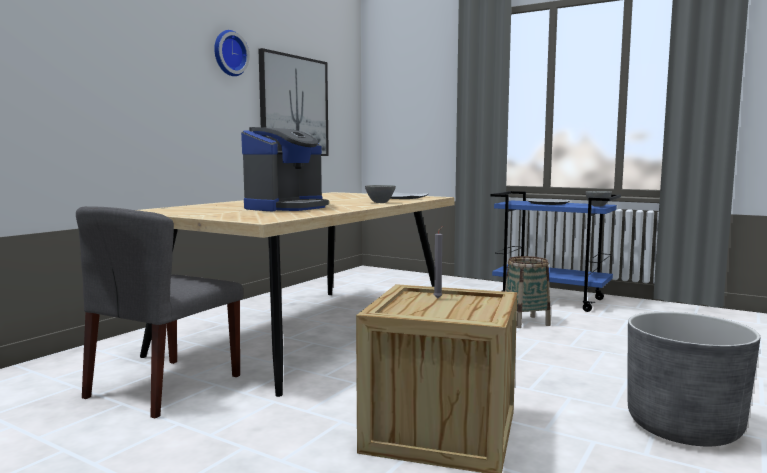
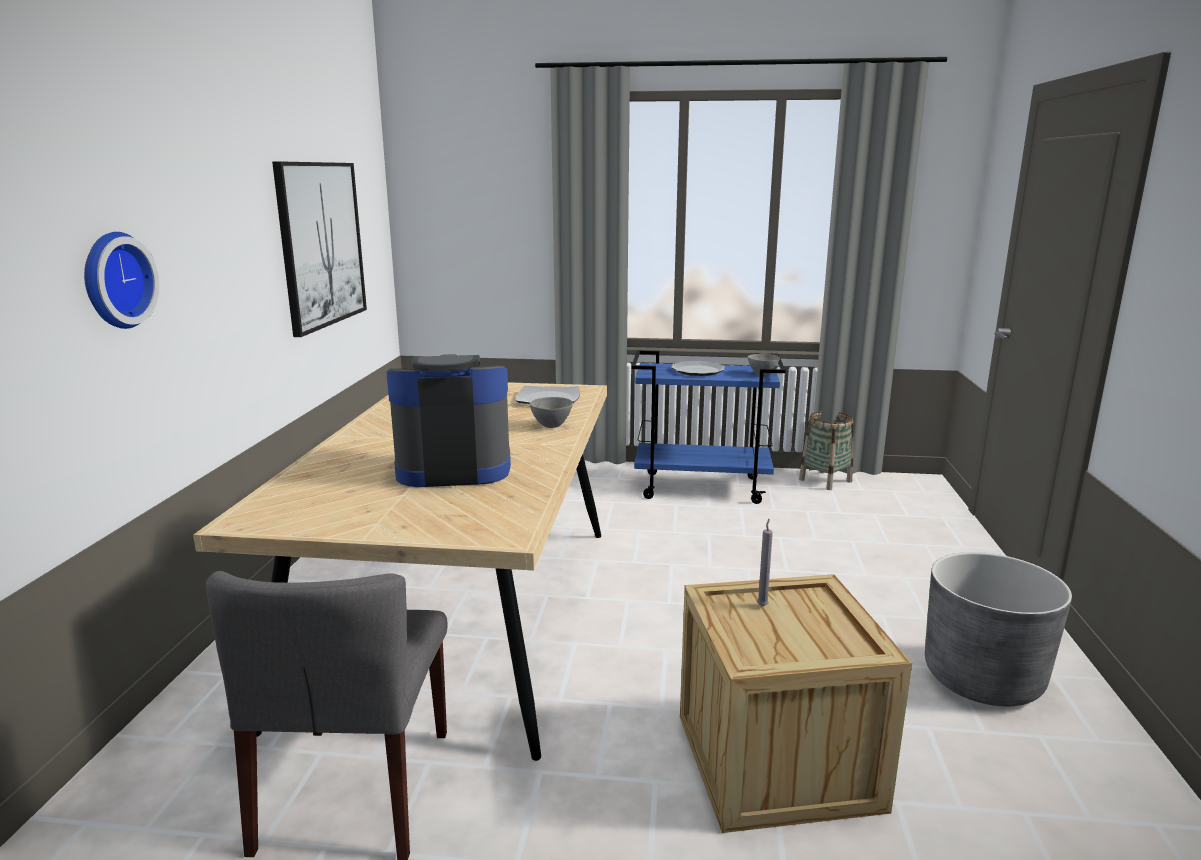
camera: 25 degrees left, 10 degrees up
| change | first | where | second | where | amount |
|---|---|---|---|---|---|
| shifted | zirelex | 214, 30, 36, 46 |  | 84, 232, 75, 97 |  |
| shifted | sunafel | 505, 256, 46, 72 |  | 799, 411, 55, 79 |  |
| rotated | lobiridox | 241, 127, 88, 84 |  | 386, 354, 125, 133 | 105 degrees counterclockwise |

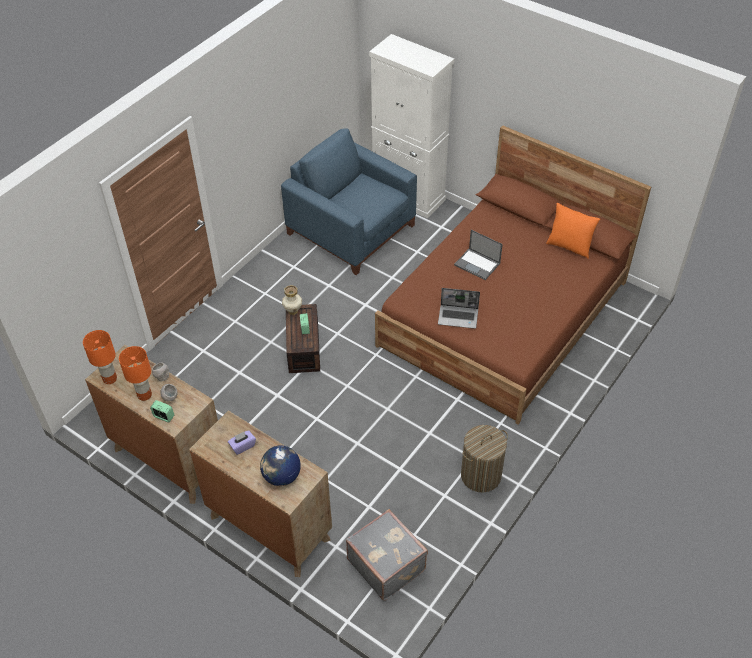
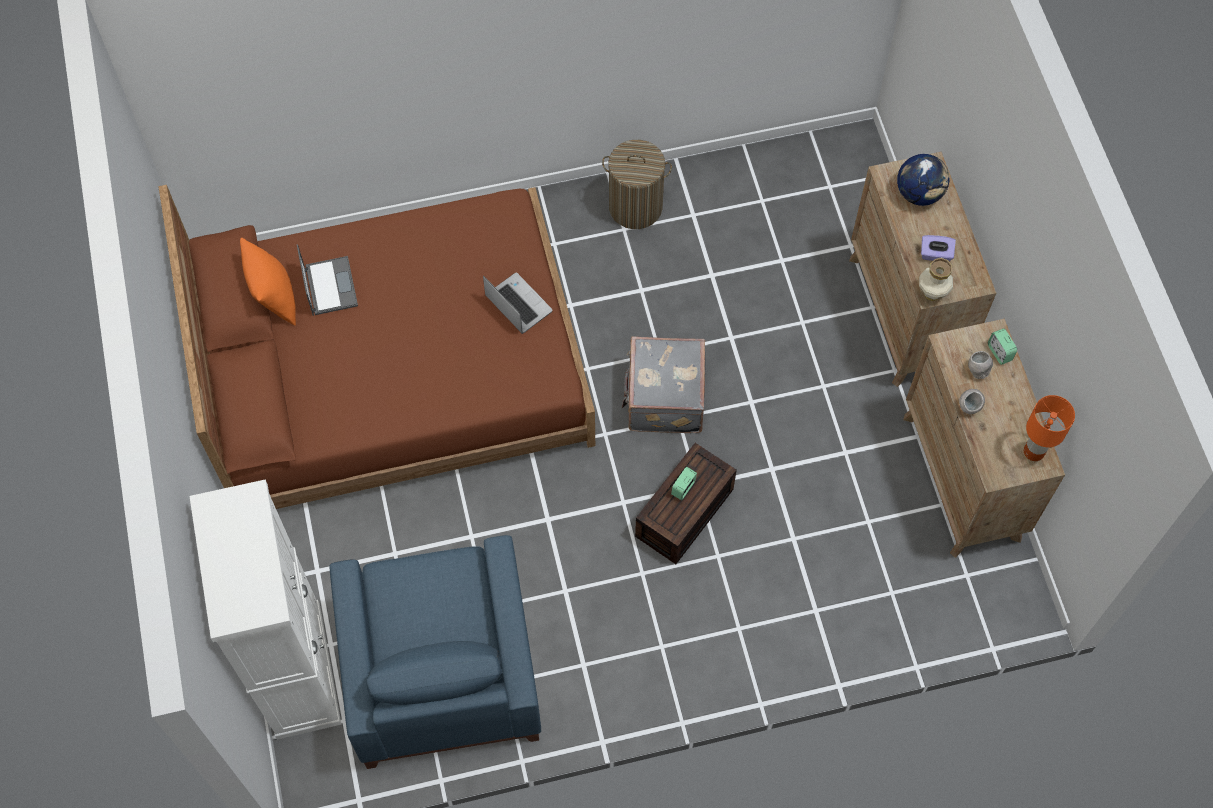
camera: 140 degrees left, 15 degrees up
| change | first | where | second | where | amount |
|---|---|---|---|---|---|
| gone | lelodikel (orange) | 119, 346, 33, 55 |  |  |  |
| shifted | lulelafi | 282, 285, 20, 30 |  | 919, 258, 34, 43 |  |
| shifted | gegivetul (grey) | 346, 509, 82, 92 |  | 622, 336, 83, 97 |  |
| shifted | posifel | 454, 230, 49, 50 |  | 297, 244, 61, 72 |  |

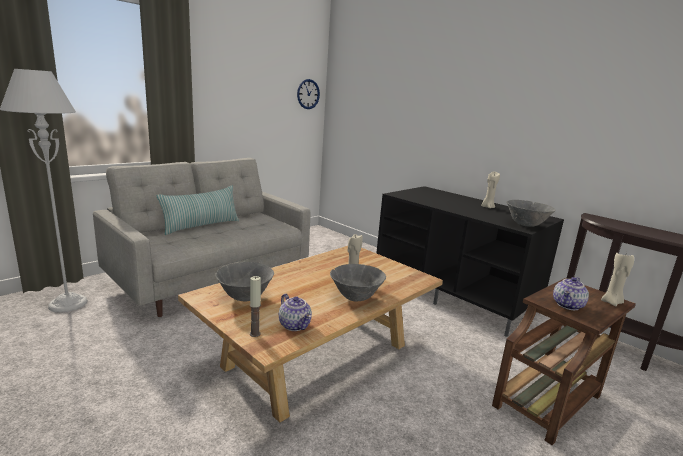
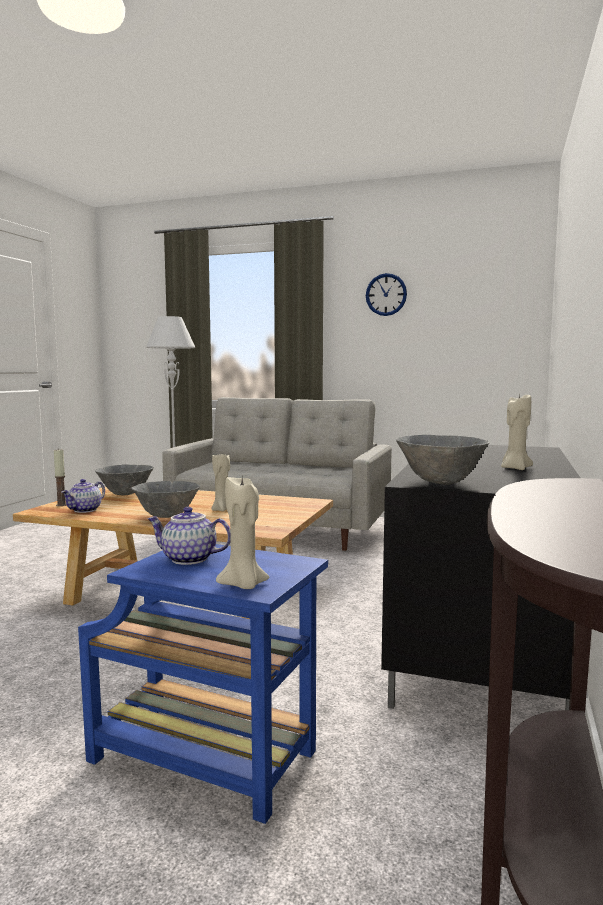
camera: 65 degrees right, 10 degrees down
| change | first | where | second | where | amount |
|---|---|---|---|---|---|
| gone | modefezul | 157, 186, 82, 49 |  |  |  |
| shifted | zirelex | 297, 79, 23, 30 |  | 366, 273, 41, 43 |  |
| repainted | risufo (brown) | 492, 278, 144, 167 | risufo (blue) | 78, 544, 250, 280 |  |

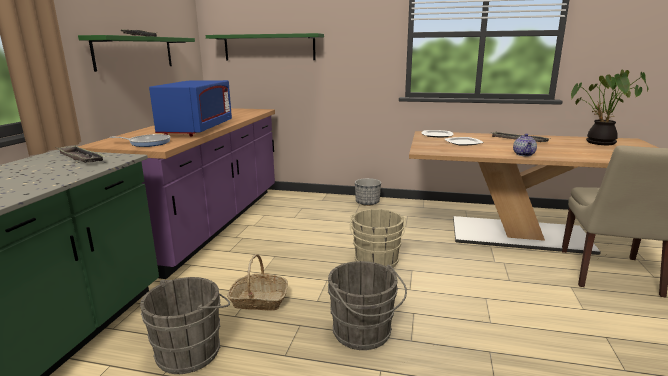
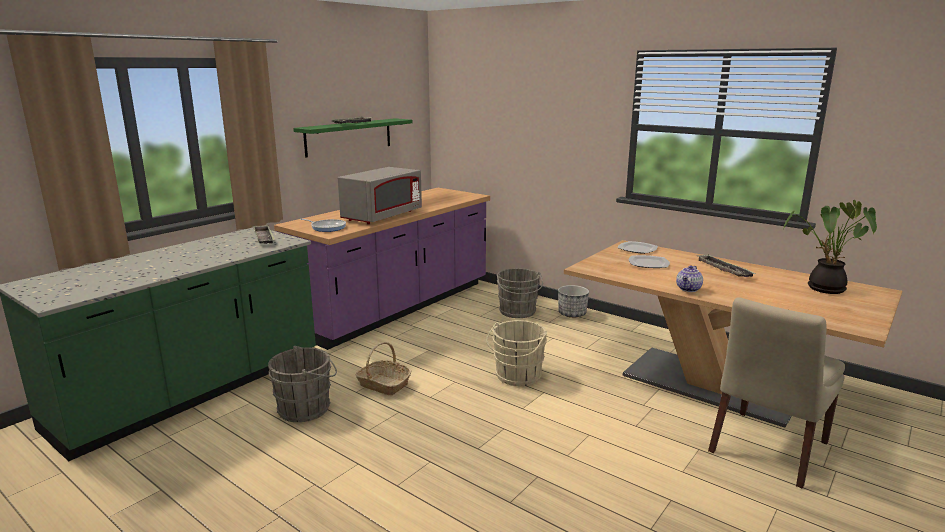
camera: 25 degrees right, 0 degrees up
| change | first | where | second | where | amount |
|---|---|---|---|---|---|
| gone | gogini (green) | 206, 33, 118, 27 |  |  |  |
| shifted | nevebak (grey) | 328, 261, 79, 89 |  | 497, 268, 46, 50 |  |
| repainted | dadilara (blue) | 149, 80, 83, 56 | dadilara (grey) | 338, 167, 84, 57 |  |

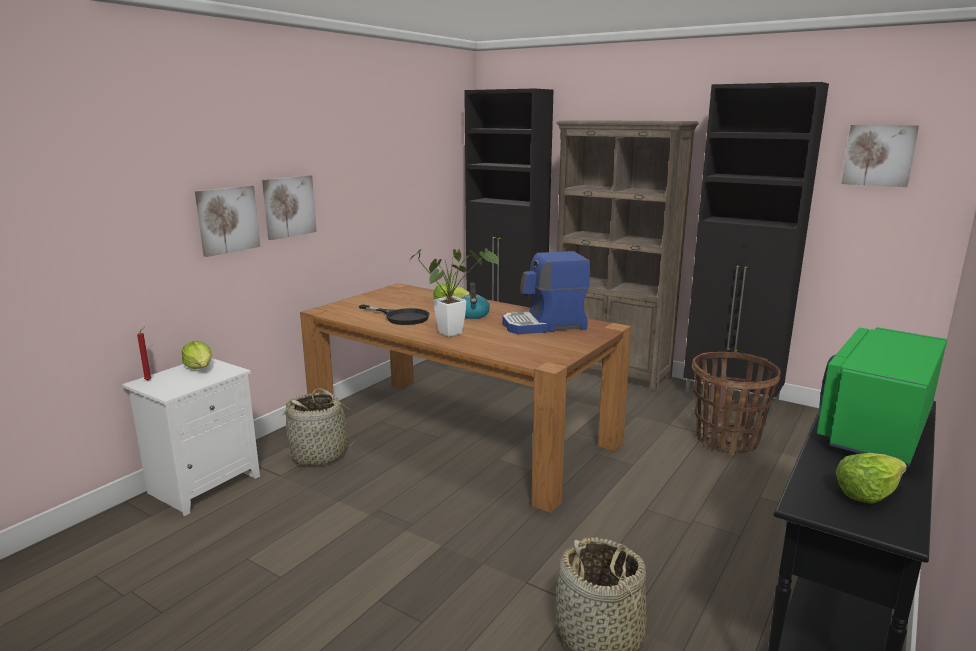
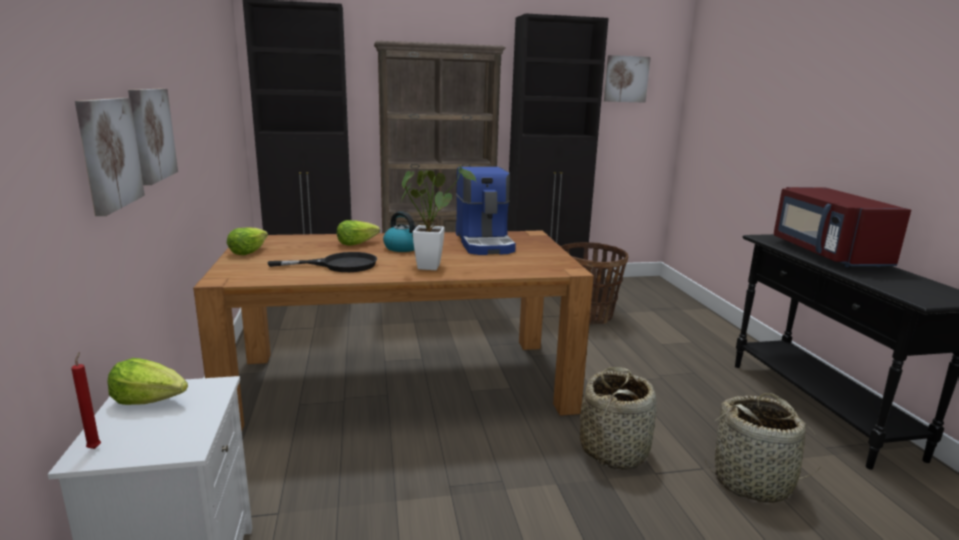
camera: 45 degrees left, 0 degrees up
| change | first | where | second | where | amount |
|---|---|---|---|---|---|
| shifted | sunafel | 281, 388, 79, 78 |  | 580, 367, 77, 103 |  |
| shifted | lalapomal | 836, 453, 71, 51 |  | 227, 227, 41, 28 |  |
| repainted | dadilara (green) | 817, 327, 130, 140 | dadilara (red) | 774, 187, 137, 80 |  |
| rotated | lobiridox | 502, 251, 88, 83 |  | 456, 167, 60, 88 | 45 degrees counterclockwise |

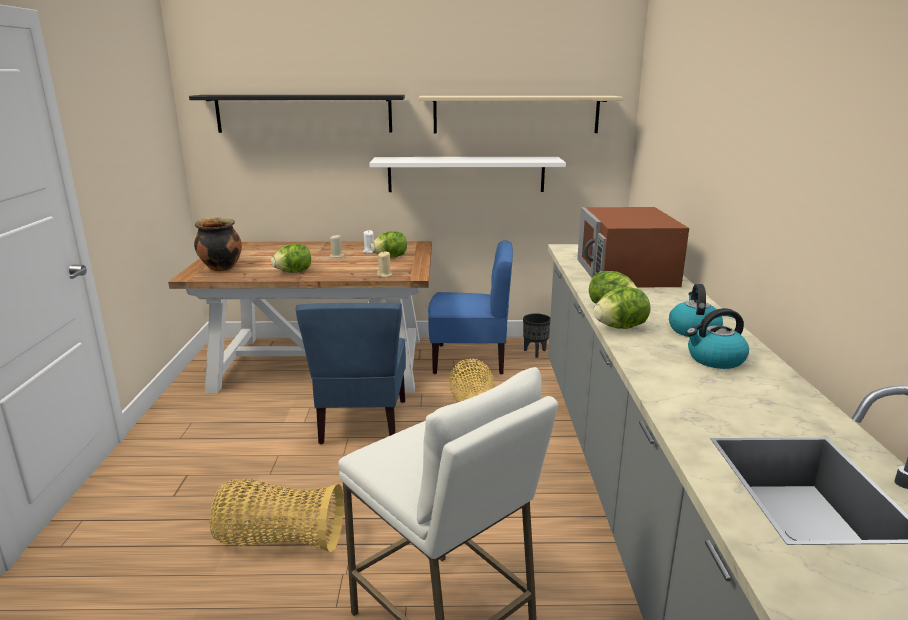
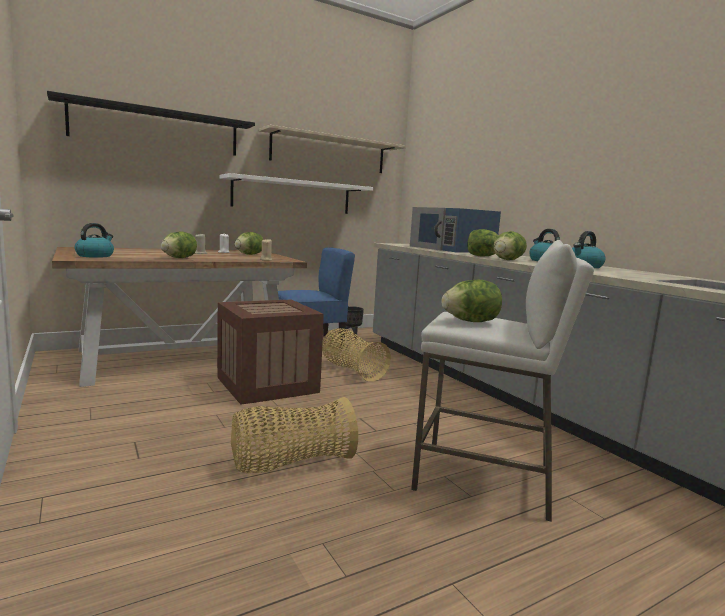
camera: 30 degrees left, 10 degrees down
| change | first | where | second | where | amount |
|---|---|---|---|---|---|
| new |  |  | lalapomal | 441, 280, 61, 42 |  |
| swapped | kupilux | 194, 217, 48, 54 | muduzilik | 75, 223, 39, 35 |  |
| swapped | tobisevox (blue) | 295, 303, 111, 141 | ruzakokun | 217, 300, 107, 105 |  |
| repainted | dadilara (brown) | 577, 207, 112, 81 | dadilara (blue) | 410, 207, 91, 46 |  |

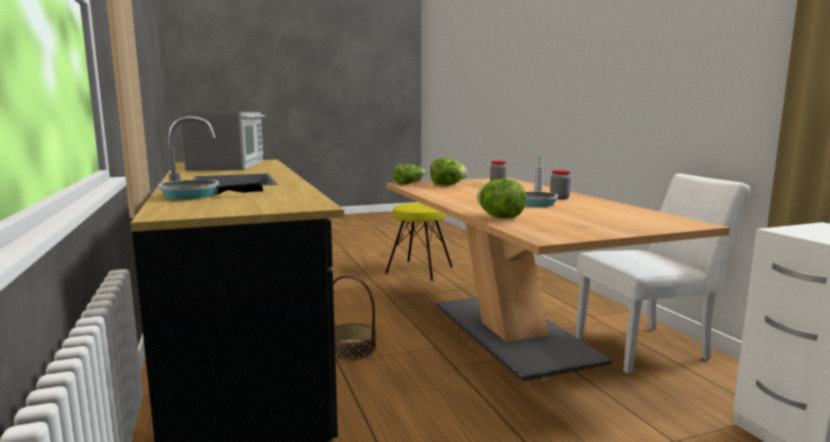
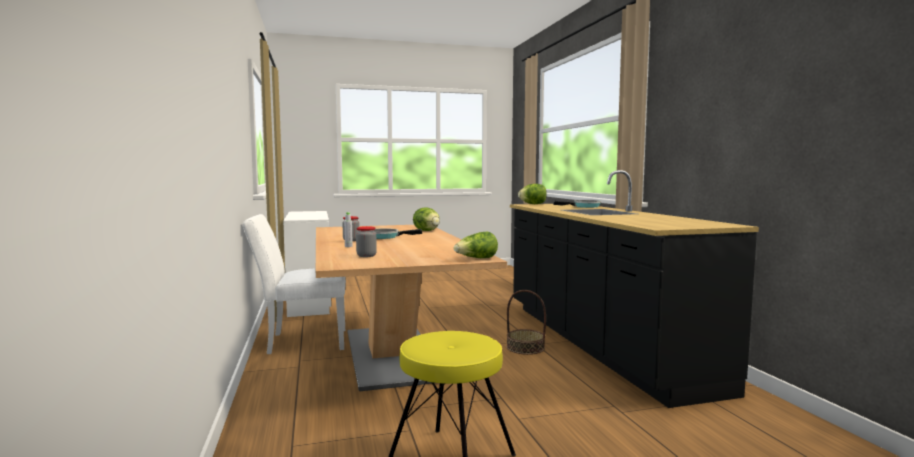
camera: 175 degrees left, 5 degrees down
| change | first | where | second | where | amount |
|---|---|---|---|---|---|
| gone | dadilara | 181, 112, 84, 59 |  |  |  |
| shifted | lalapomal | 430, 158, 37, 27 |  | 518, 184, 29, 20 |  |

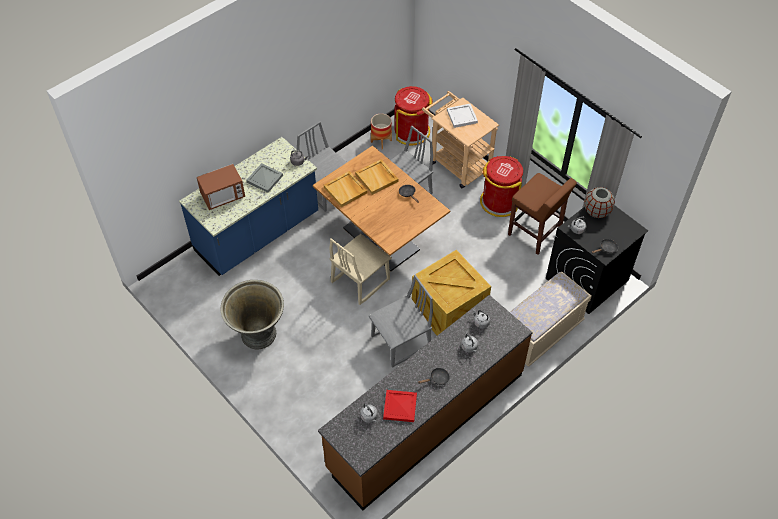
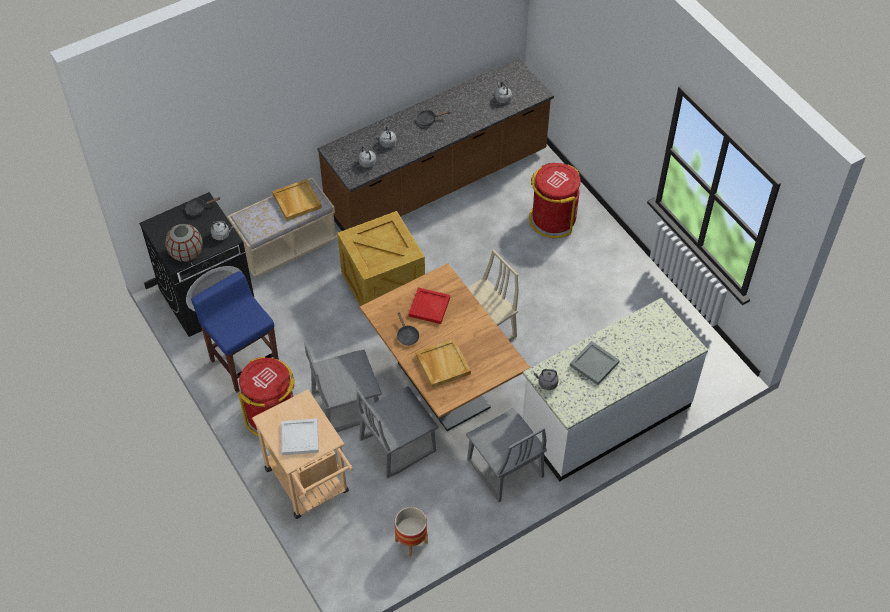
camera: 170 degrees left, 0 degrees up
| change | first | where | second | where | amount |
|---|---|---|---|---|---|
| gone | dadilara | 197, 164, 48, 46 |  |  |  |
| gone | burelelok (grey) | 221, 280, 63, 69 |  |  |  |
| shifted | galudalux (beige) | 324, 171, 44, 36 |  | 272, 179, 50, 42 |  |
| shifted | tobisevox (grey) | 369, 275, 64, 93 |  | 304, 342, 78, 90 |  |
| shifted | galudalux (red) | 383, 390, 34, 32 |  | 408, 288, 42, 36 |  |
| shifted | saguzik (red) | 394, 86, 39, 59 |  | 529, 163, 52, 75 |  |
| repainted | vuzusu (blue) | 179, 137, 139, 139 | vuzusu (white) | 522, 298, 186, 183 |  |
| repainted | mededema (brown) | 508, 173, 69, 82 | mededema (blue) | 191, 271, 88, 122 |  |

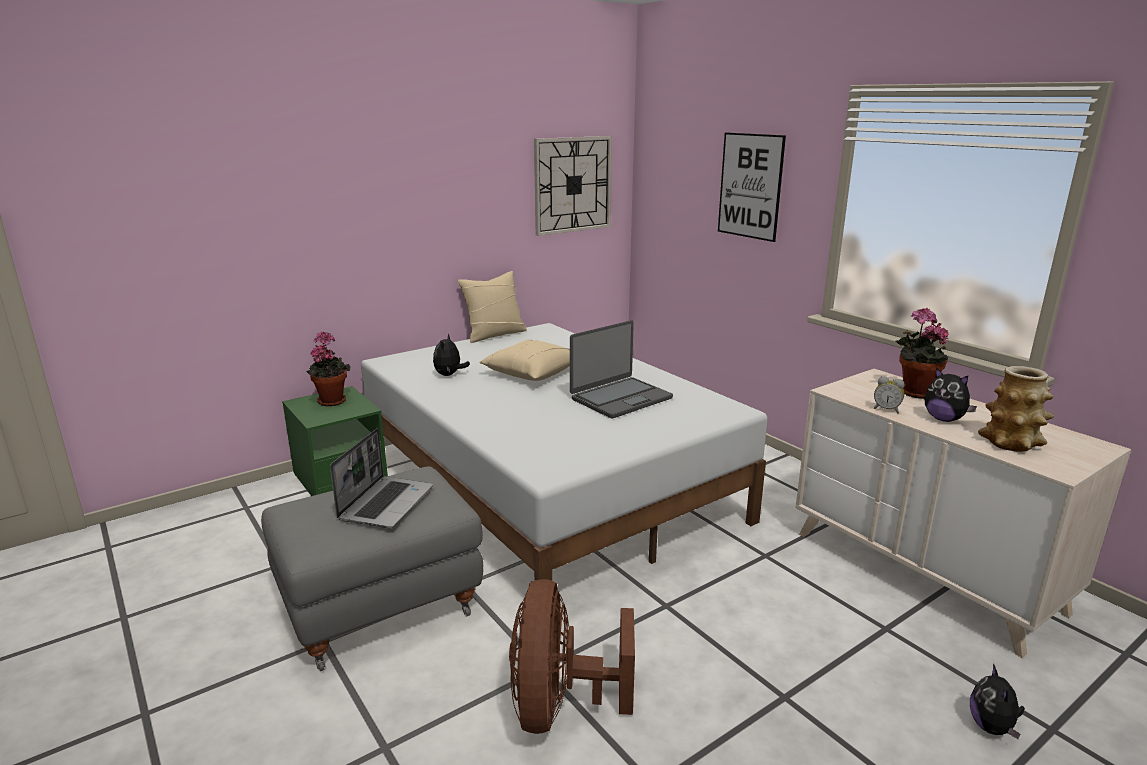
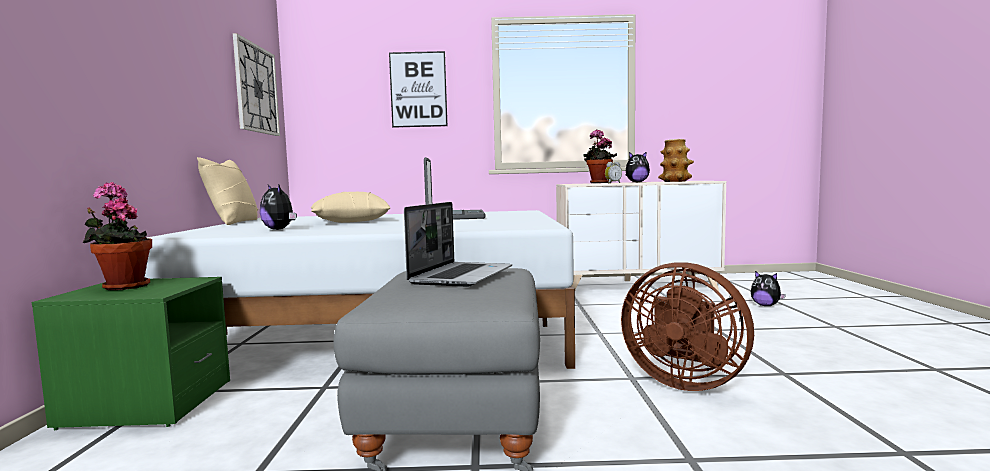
camera: 55 degrees left, 15 degrees down
| change | first | where | second | where | amount |
|---|---|---|---|---|---|
| rotated | posifel | 330, 428, 103, 100 |  | 404, 202, 108, 85 | 60 degrees clockwise |

